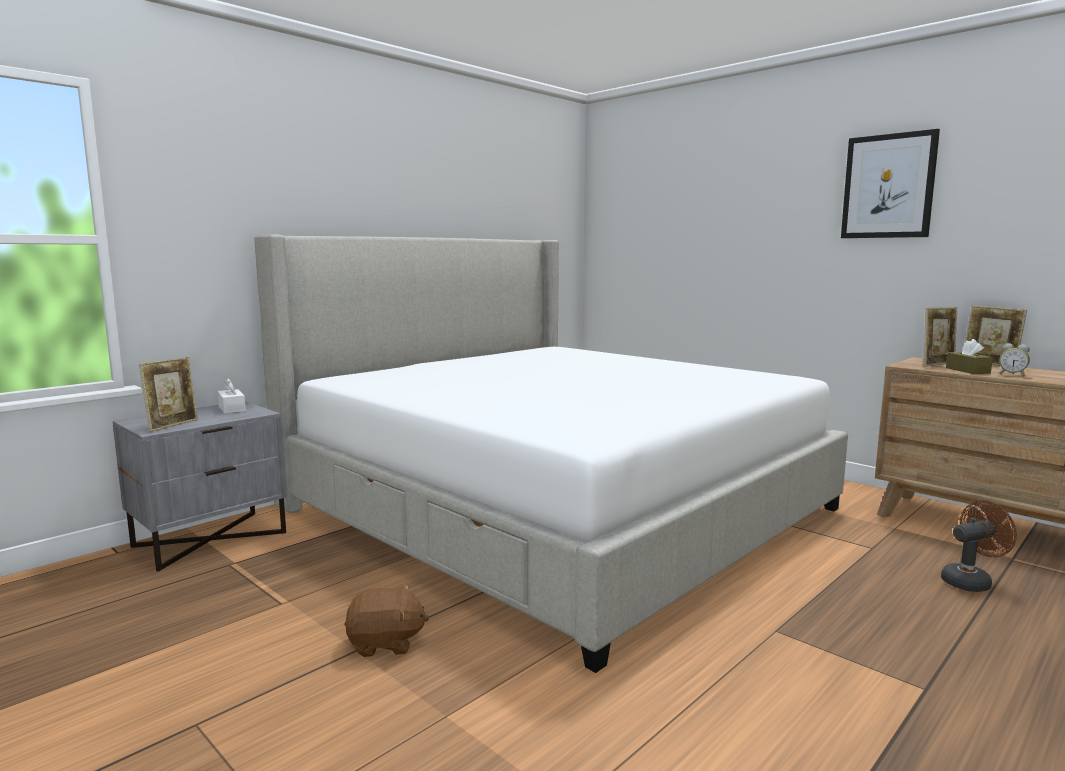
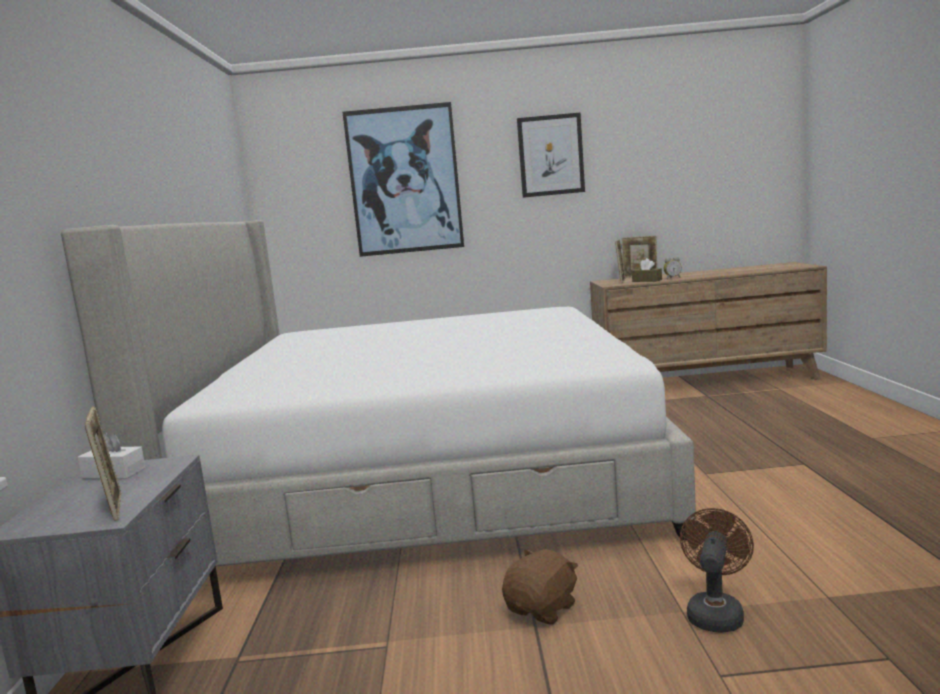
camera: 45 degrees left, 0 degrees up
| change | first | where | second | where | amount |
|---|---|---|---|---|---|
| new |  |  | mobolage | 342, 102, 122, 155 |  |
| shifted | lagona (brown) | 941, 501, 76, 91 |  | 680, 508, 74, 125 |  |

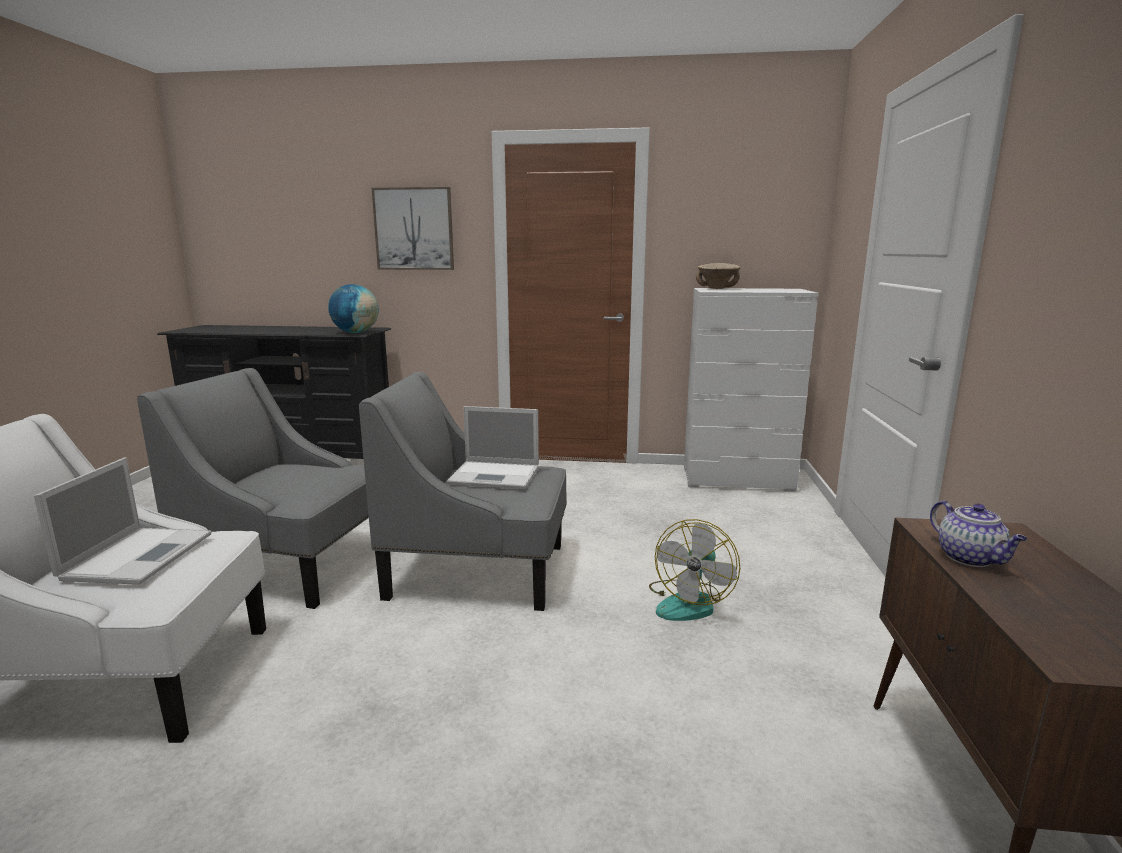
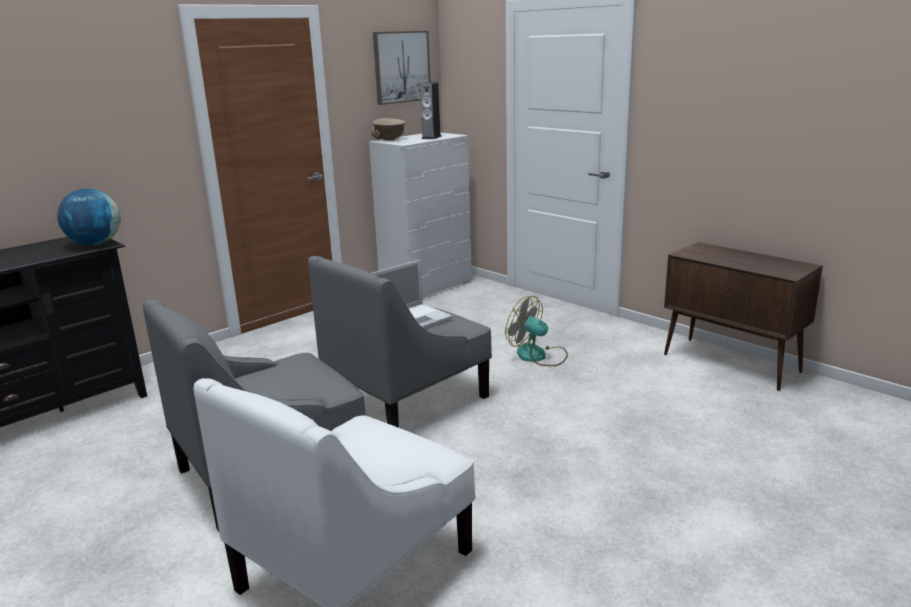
camera: 50 degrees left, 5 degrees up
| change | first | where | second | where | amount |
|---|---|---|---|---|---|
| gone | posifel | 34, 457, 177, 128 |  |  |  |
| gone | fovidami | 930, 500, 98, 67 |  |  |  |
| new |  |  | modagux | 420, 82, 22, 57 |  |
| shifted | mobolage | 372, 187, 82, 83 |  | 373, 31, 58, 74 |  |
| rotated | lagona | 649, 519, 91, 102 |  | 505, 296, 63, 70 | 150 degrees clockwise |

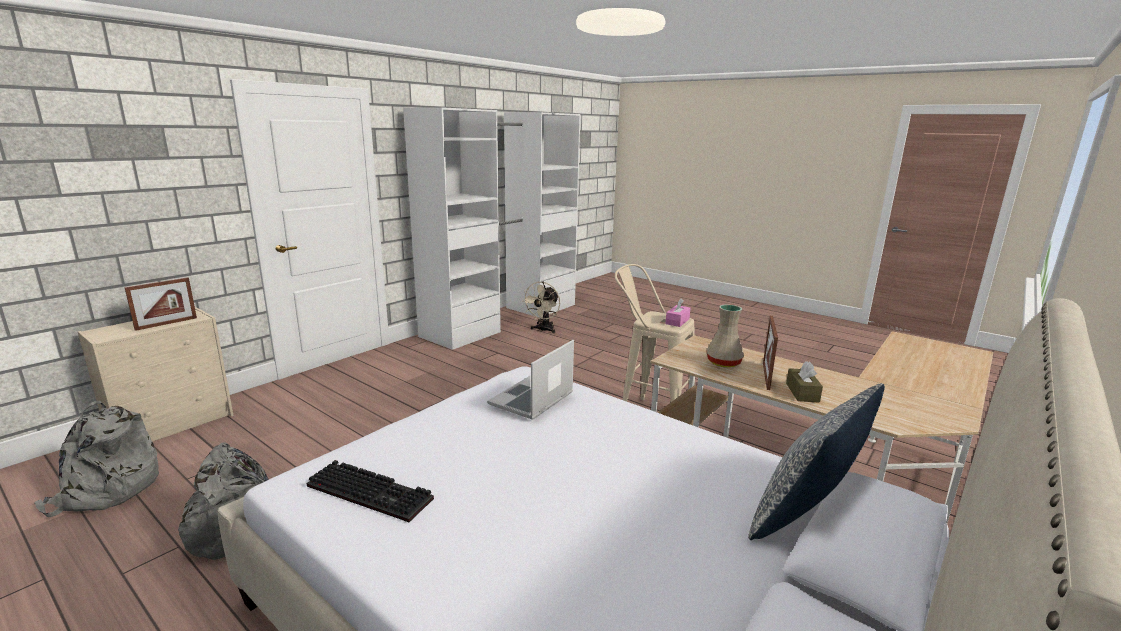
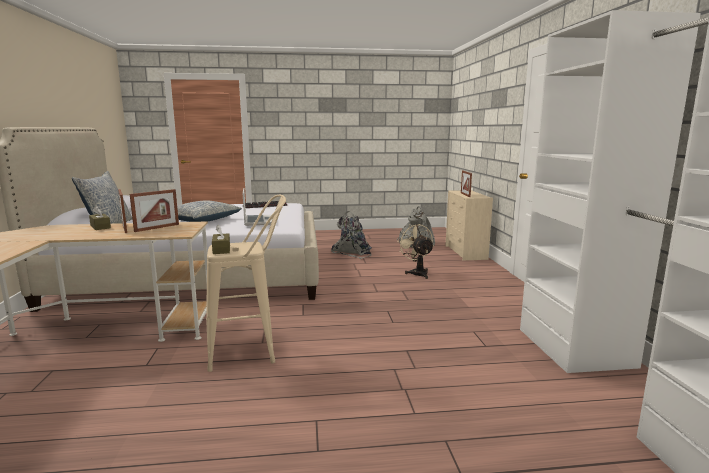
camera: 135 degrees right, 5 degrees down
| change | first | where | second | where | amount |
|---|---|---|---|---|---|
| new |  |  | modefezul | 177, 201, 65, 21 |  |
| shifted | lagona (beige) | 521, 282, 39, 51 |  | 397, 224, 37, 55 |  |
| swapped | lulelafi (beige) | 706, 304, 38, 64 | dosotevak | 130, 189, 49, 43 |  |
| repainted | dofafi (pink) | 665, 299, 26, 28 | dofafi (brown) | 212, 225, 18, 29 |  |

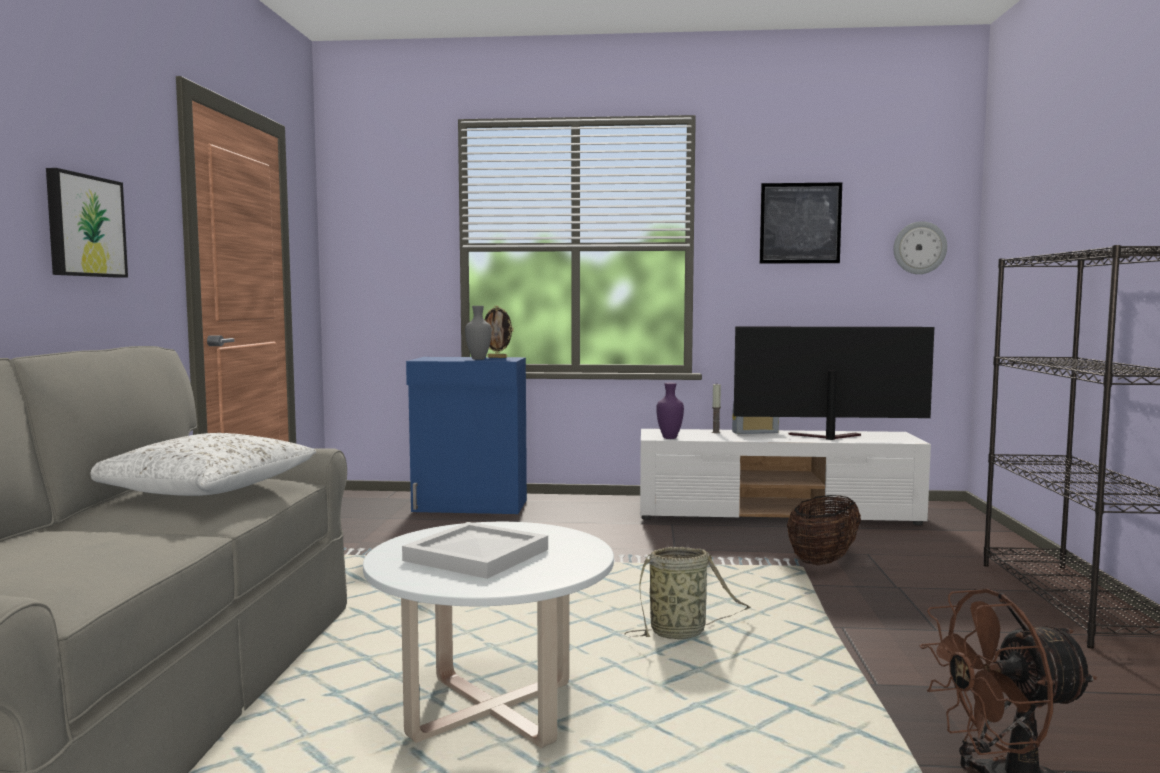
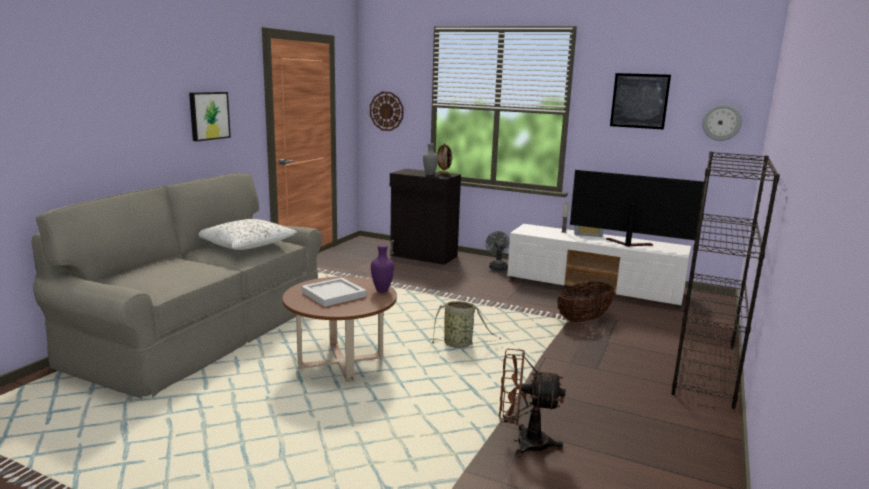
camera: 20 degrees right, 10 degrees up
| change | first | where | second | where | amount |
|---|---|---|---|---|---|
| new |  |  | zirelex | 370, 92, 33, 39 |  |
| new |  |  | lagona (grey) | 486, 231, 23, 40 |  |
| shifted | lulelafi (purple) | 656, 383, 28, 56 |  | 371, 244, 23, 48 |  |
| repainted | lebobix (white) | 363, 522, 251, 226 | lebobix (brown) | 282, 276, 115, 106 |  |
| repainted | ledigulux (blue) | 406, 357, 121, 157 | ledigulux (black) | 390, 169, 71, 96 |  |

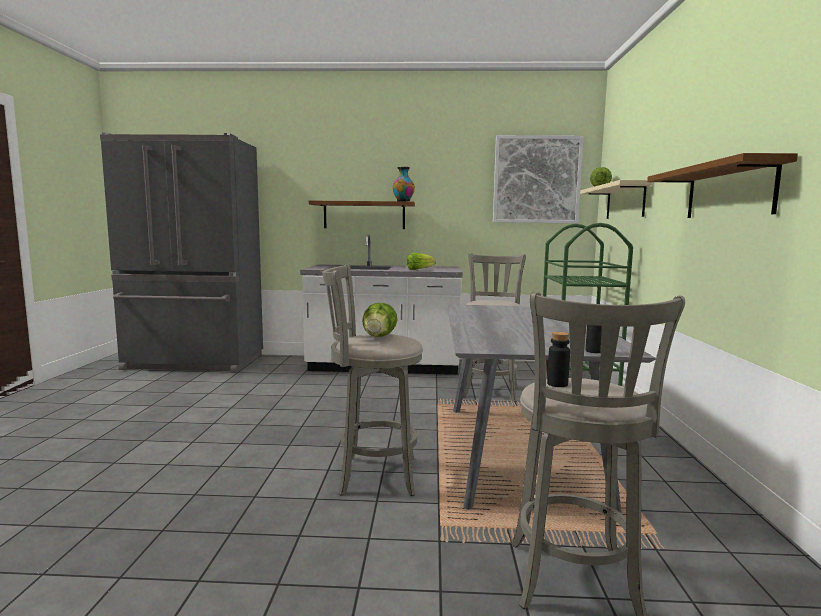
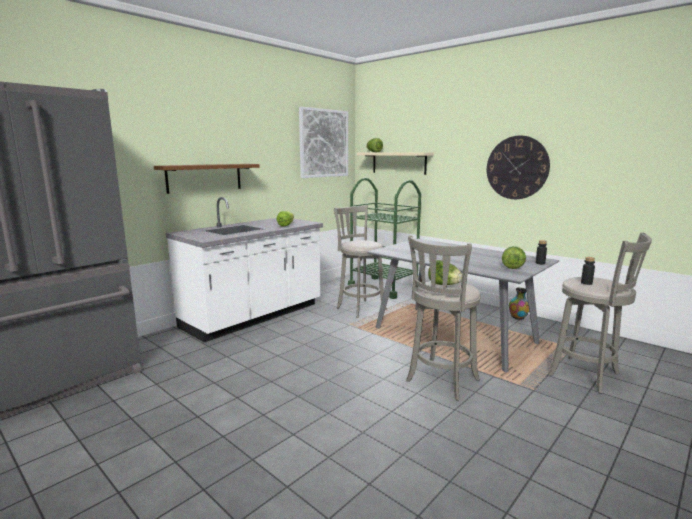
camera: 50 degrees left, 5 degrees up
| change | first | where | second | where | amount |
|---|---|---|---|---|---|
| new |  |  | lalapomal | 502, 246, 24, 23 |  |
| shifted | lulelafi | 393, 167, 22, 34 |  | 509, 287, 20, 33 |  |
| swapped | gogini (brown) | 647, 153, 151, 65 | zirelex | 487, 135, 63, 64 |  |

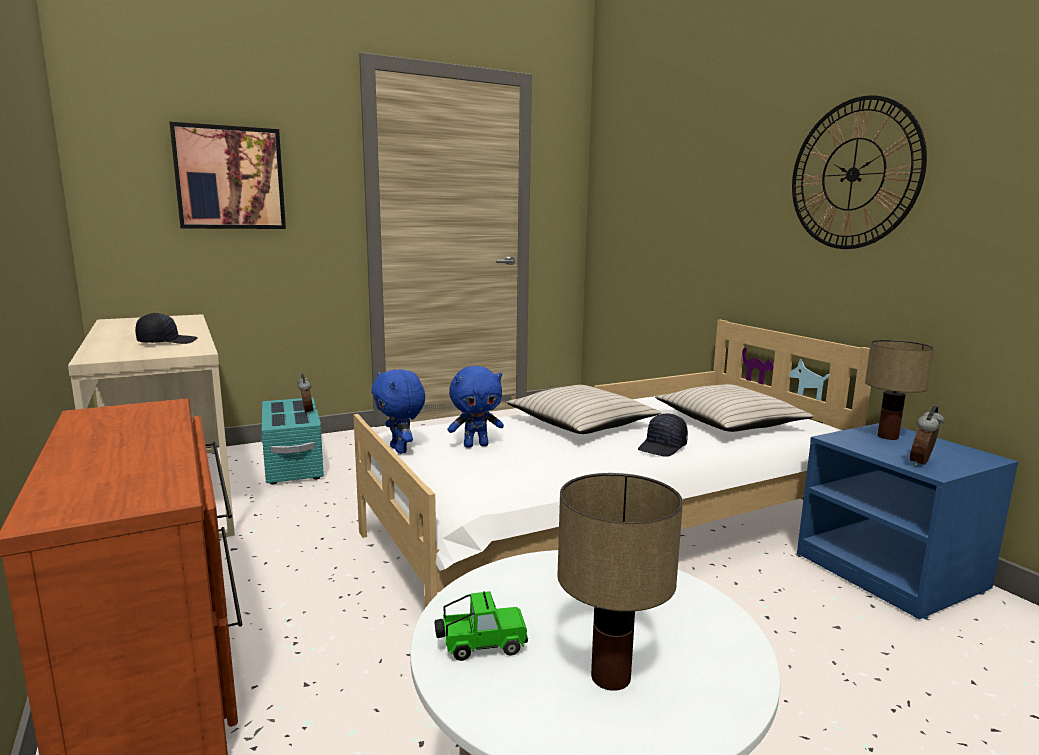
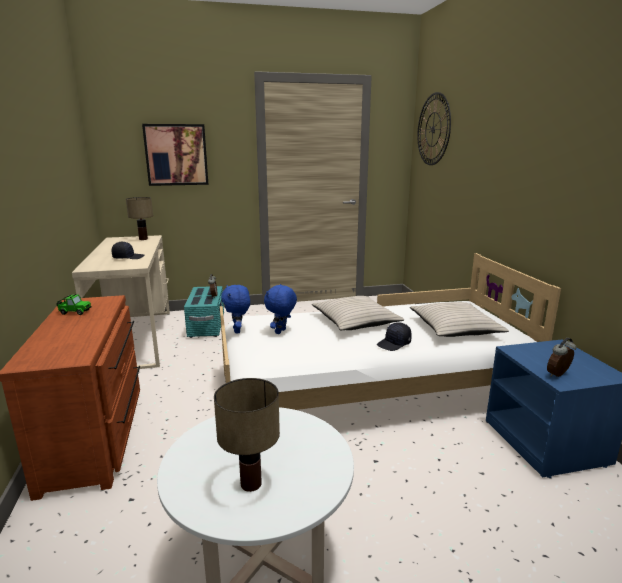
camera: 15 degrees right, 5 degrees up
| change | first | where | second | where | amount |
|---|---|---|---|---|---|
| shifted | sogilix | 435, 591, 93, 70 |  | 57, 294, 35, 21 |  |
| shifted | zirelex | 792, 95, 135, 154 |  | 418, 92, 33, 73 |  |
| shifted | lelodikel | 865, 340, 70, 100 |  | 126, 197, 27, 43 |  |
| rotated | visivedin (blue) | 448, 366, 56, 82 |  | 264, 284, 33, 50 | 120 degrees clockwise |

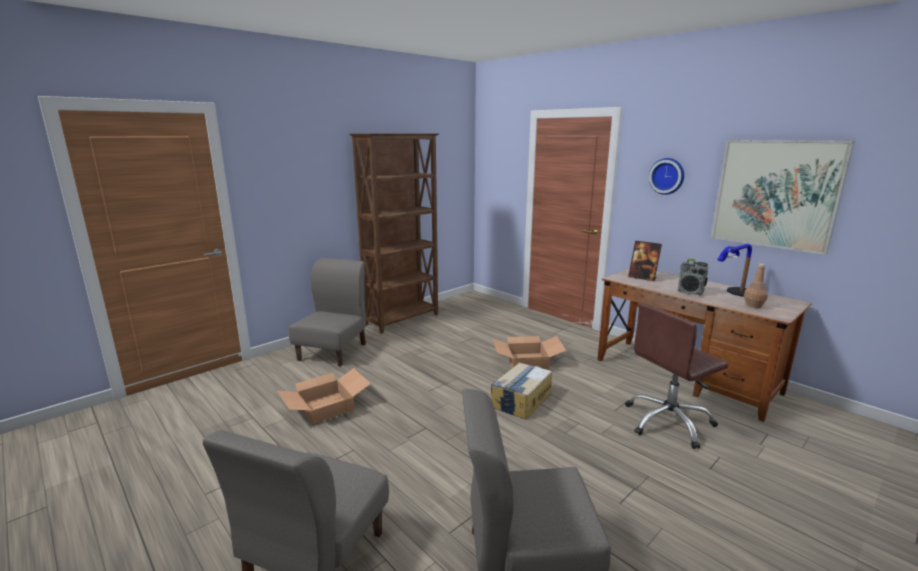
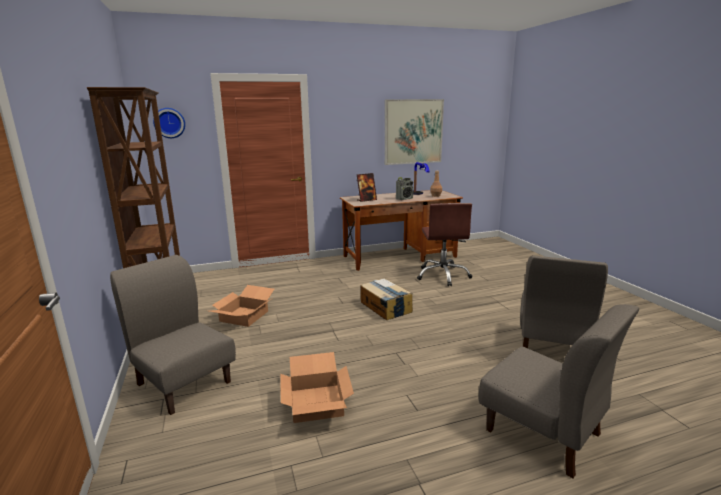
camera: 65 degrees left, 0 degrees up
| change | first | where | second | where | amount |
|---|---|---|---|---|---|
| shifted | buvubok | 492, 336, 74, 33 |  | 210, 285, 64, 42 |  |
| shifted | zirelex | 649, 158, 35, 37 |  | 153, 108, 32, 30 |  |

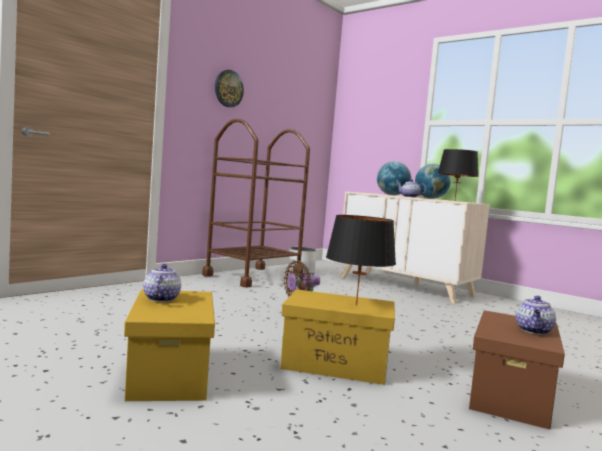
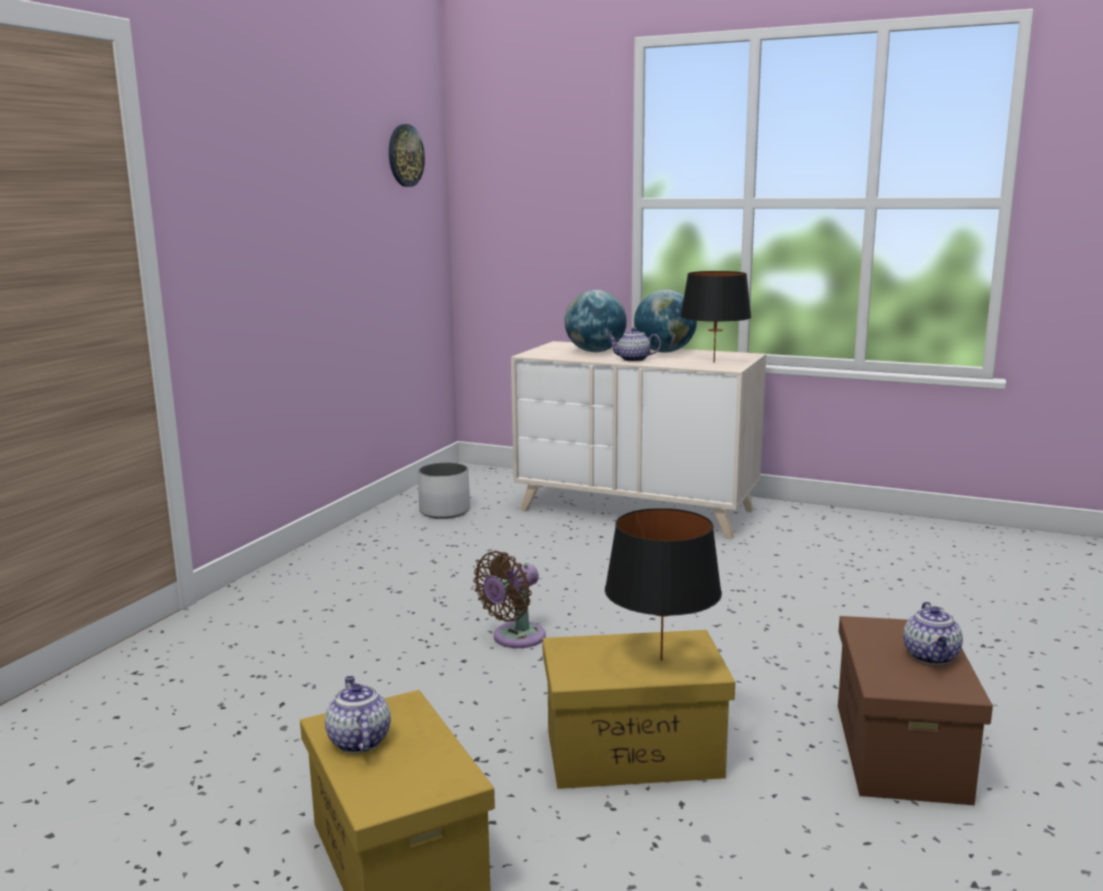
camera: 15 degrees left, 10 degrees up
| change | first | where | second | where | amount |
|---|---|---|---|---|---|
| gone | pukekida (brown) | 202, 118, 108, 169 |  |  |  |
| shifted | zirelex | 215, 70, 29, 37 |  | 389, 124, 36, 63 |  |

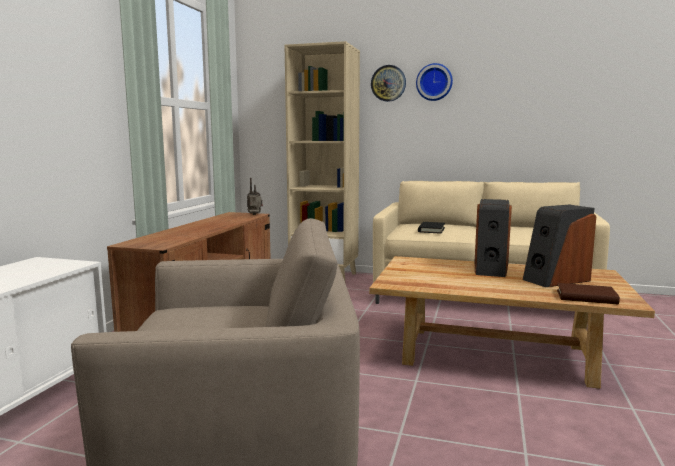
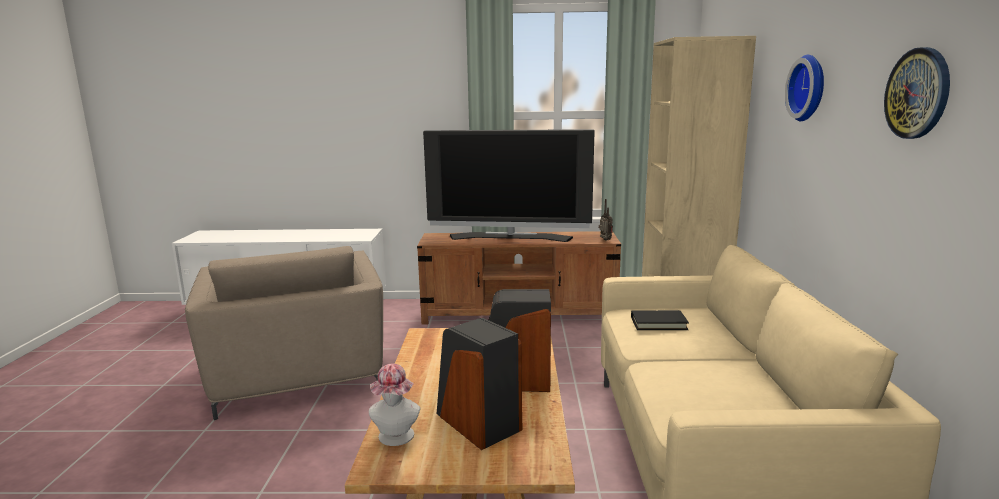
camera: 75 degrees right, 5 degrees up
| change | first | where | second | where | amount |
|---|---|---|---|---|---|
| new |  |  | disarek | 423, 129, 172, 113 |  |
| shifted | zirelex | 371, 65, 35, 37 |  | 884, 47, 66, 92 |  |
| swapped | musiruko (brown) | 557, 283, 63, 21 | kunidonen | 369, 364, 51, 82 |  |

